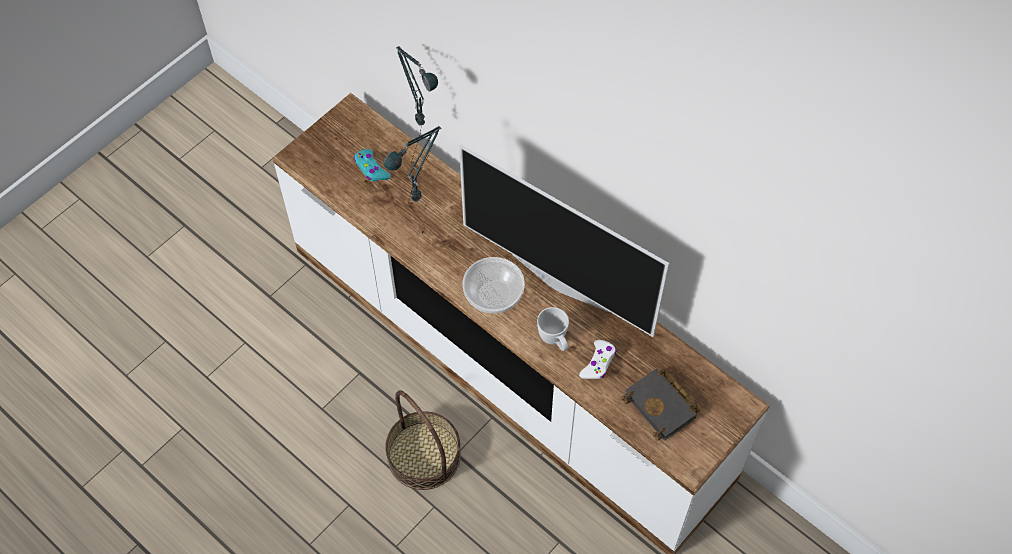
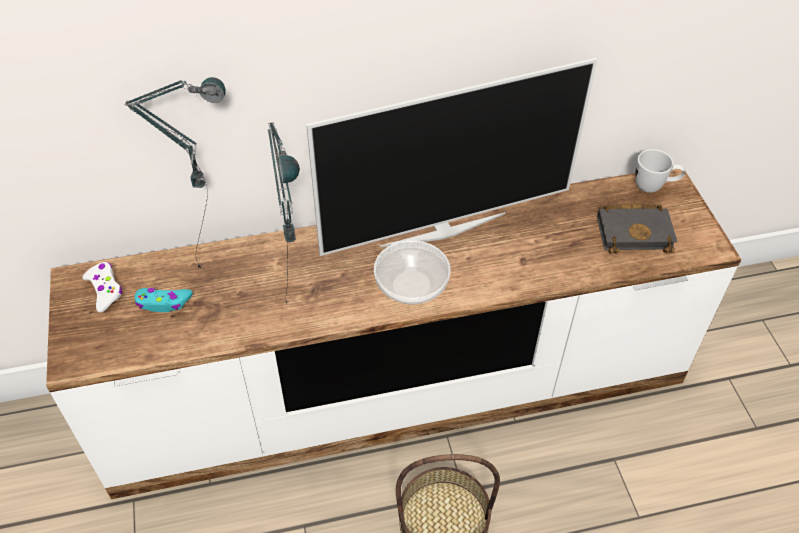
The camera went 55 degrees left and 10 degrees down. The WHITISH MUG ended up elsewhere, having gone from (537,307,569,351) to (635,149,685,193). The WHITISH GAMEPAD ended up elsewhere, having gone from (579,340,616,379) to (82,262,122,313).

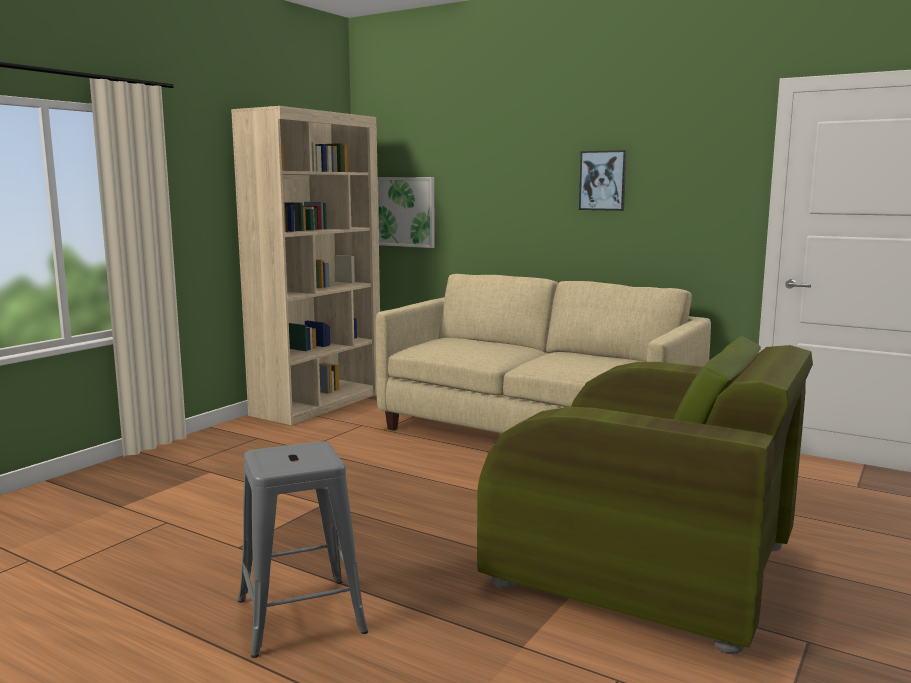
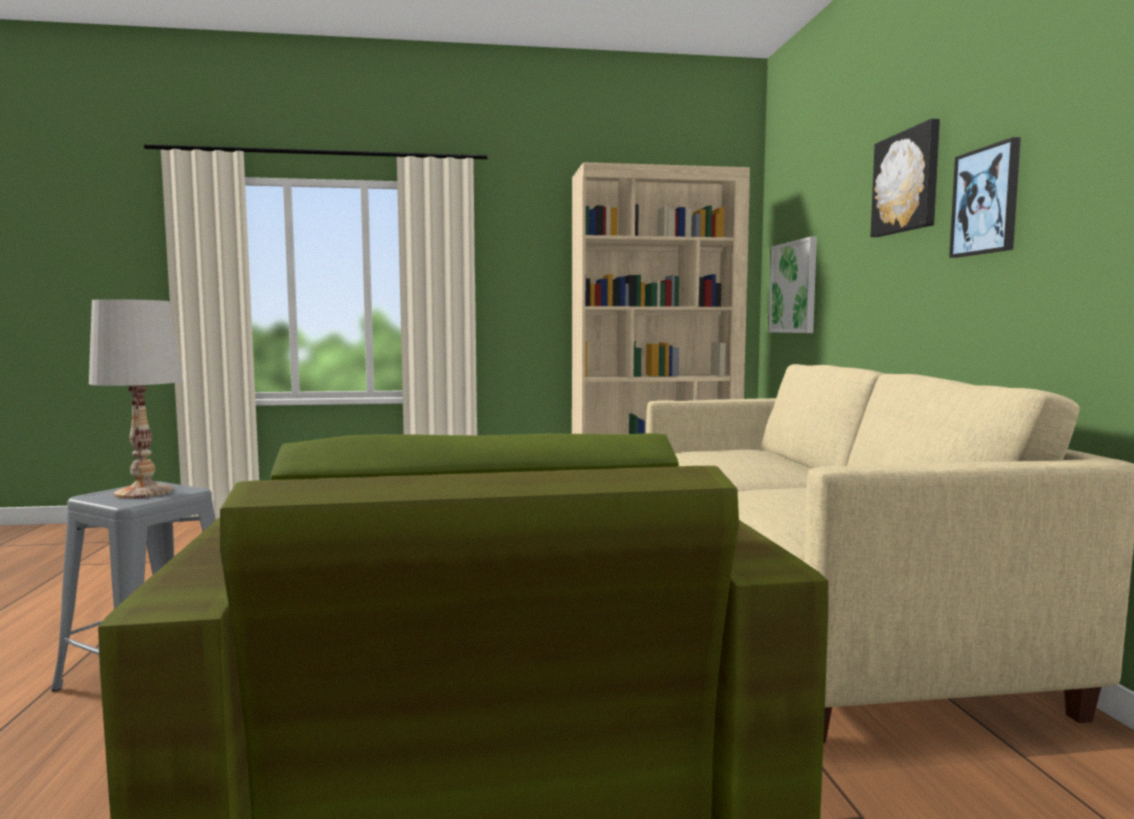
The camera went 50 degrees right and 5 degrees down. The second view gained the WHITISH TABLETOP LAMP at (89,299,182,498). The second view gained the WALL PICTURE at (871,119,940,237).

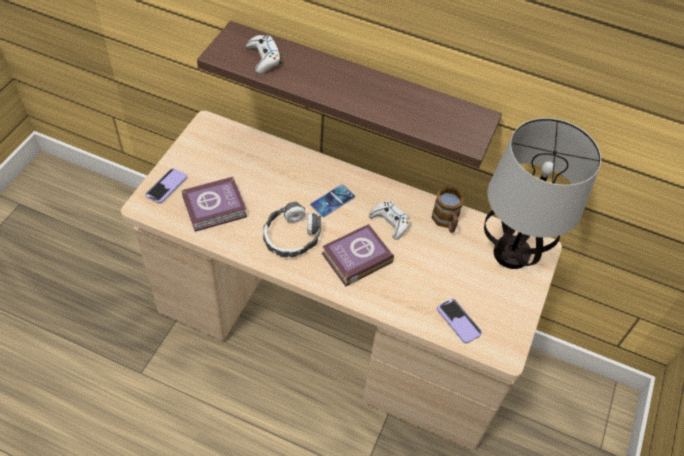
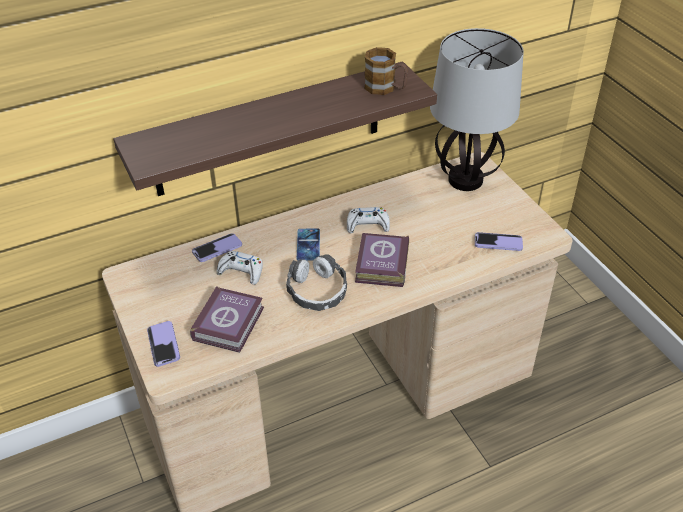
The camera went 45 degrees left and 10 degrees down. The WHITISH GAMEPAD ended up elsewhere, having gone from (246,35,281,74) to (217,251,263,285). The MUG ended up elsewhere, having gone from (432,186,464,233) to (364,47,408,95). The second view gained the HANDSET at (192,233,242,262).

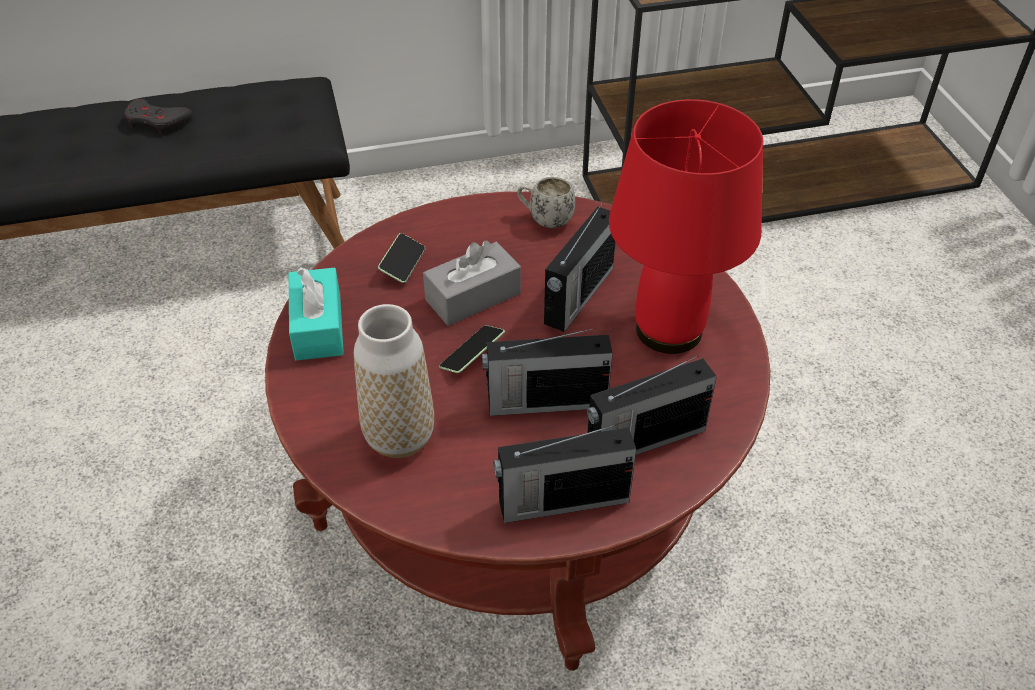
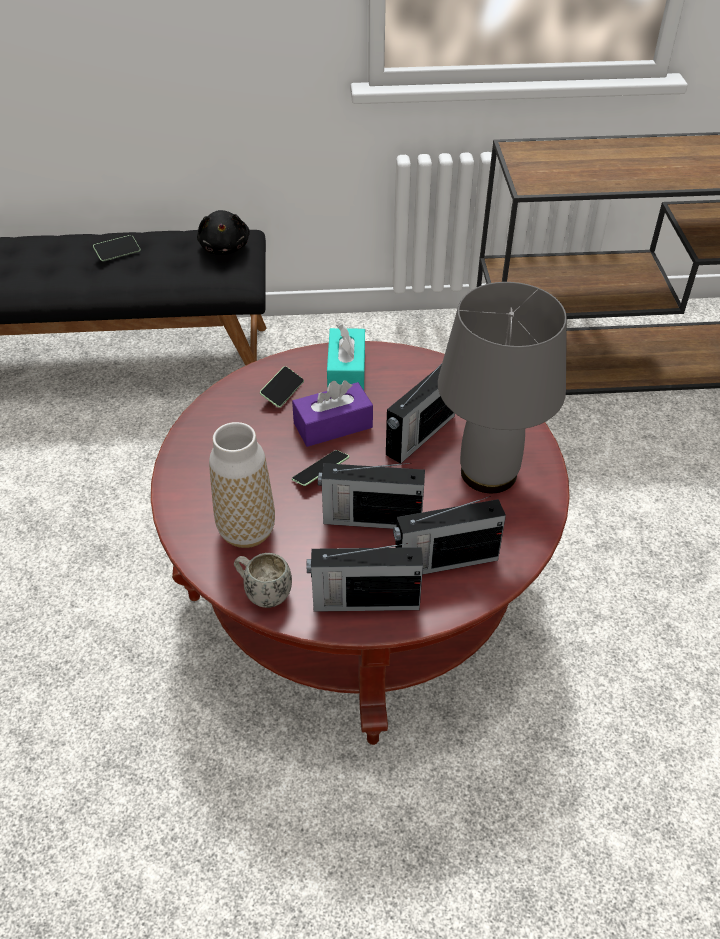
The camera went 10 degrees right and 0 degrees up. Where the GREYISH GAMEPAD stood at (125,99,193,134), the HANDSET came to stand at (93,235,140,261). The TURQUOISE TISSUE HOLDER ended up elsewhere, having gone from (289,267,344,361) to (327,324,365,390). What was the GREYISH TISSUE HOLDER at (423,240,521,326) turned into the PURPLISH TISSUE HOLDER at (292,380,373,447). The WHITISH MUG ended up elsewhere, having gone from (517,177,575,228) to (234,553,292,608). What was the RED-COLOURED TABLETOP LAMP at (609,99,763,354) turned into the GREYISH TABLETOP LAMP at (438,282,567,493). The second view gained the BLACKISH PLUSH TOY at (197,210,250,255).

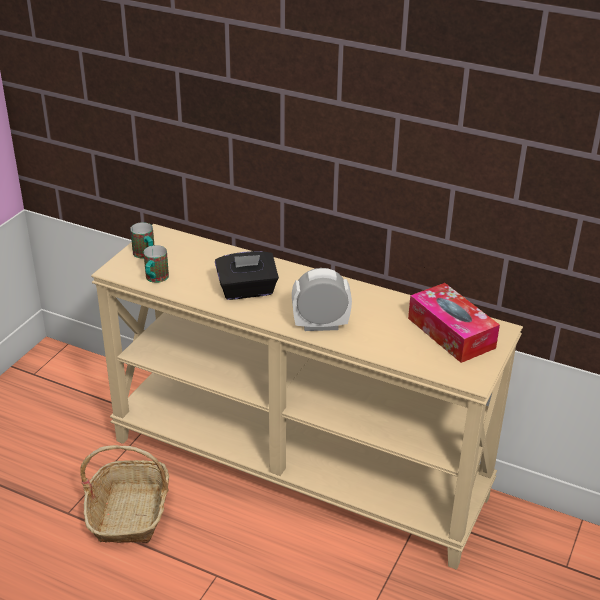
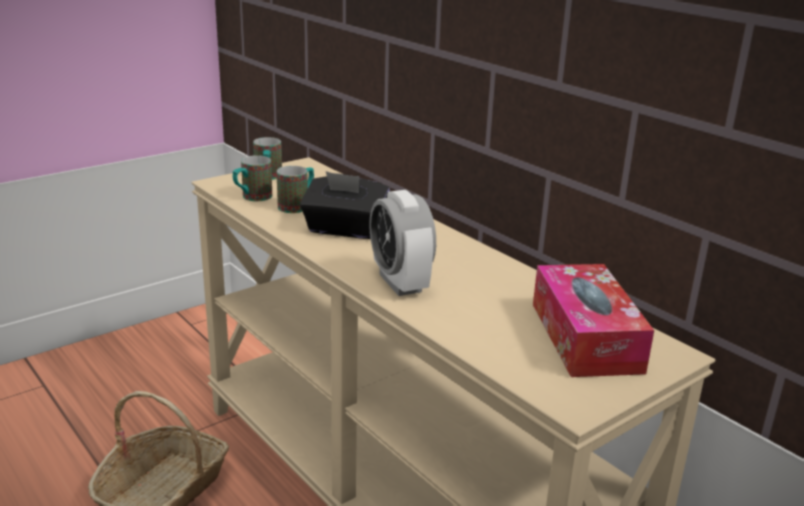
The camera went 25 degrees right and 10 degrees down. The ALARM CLOCK at (292,268,352,331) ended up facing another way, 135 degrees counterclockwise from before. The second view gained the MUG at (277,166,314,213).

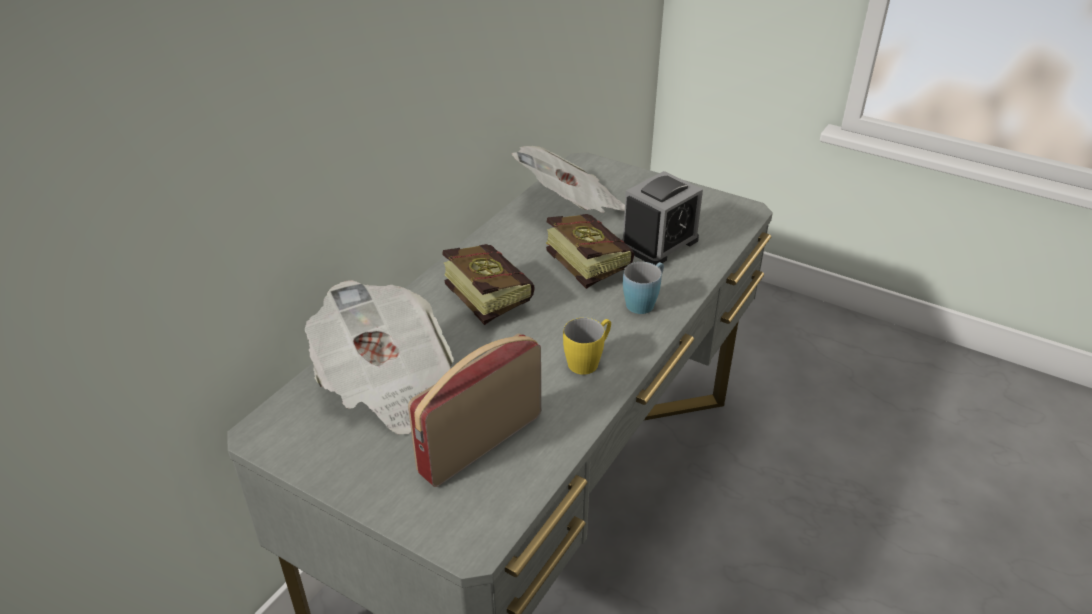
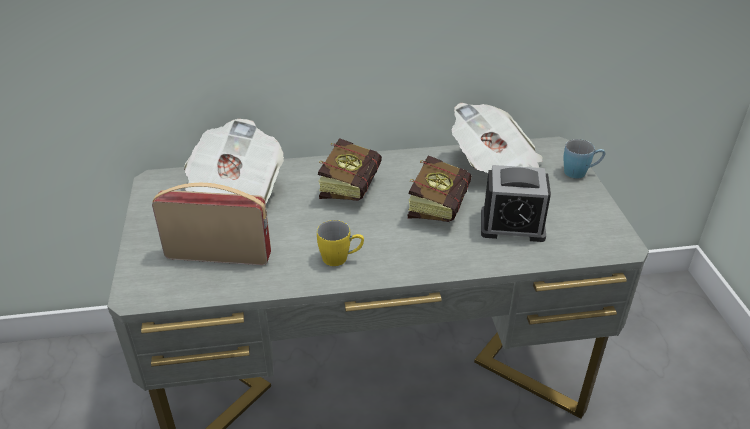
The camera went 50 degrees right and 0 degrees up. The BLUISH MUG ended up elsewhere, having gone from (623,262,664,314) to (563,139,605,179).

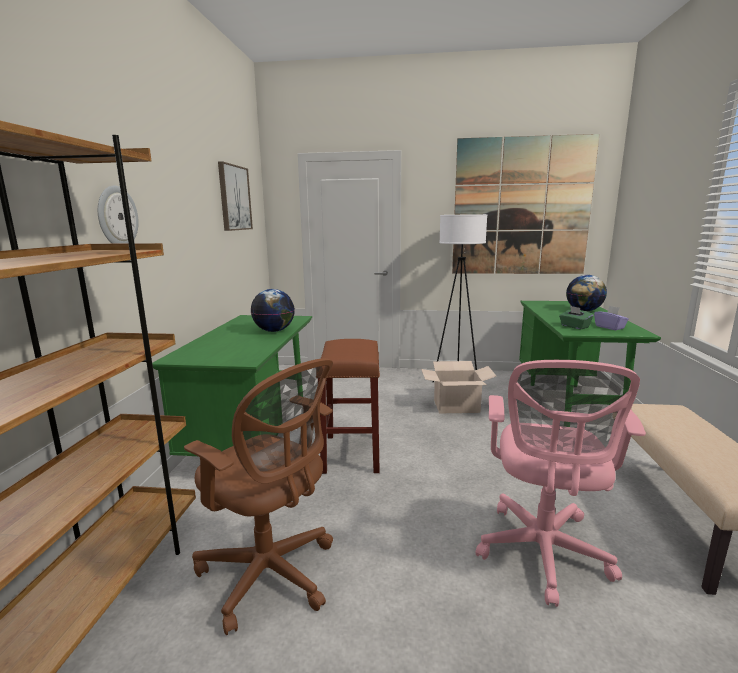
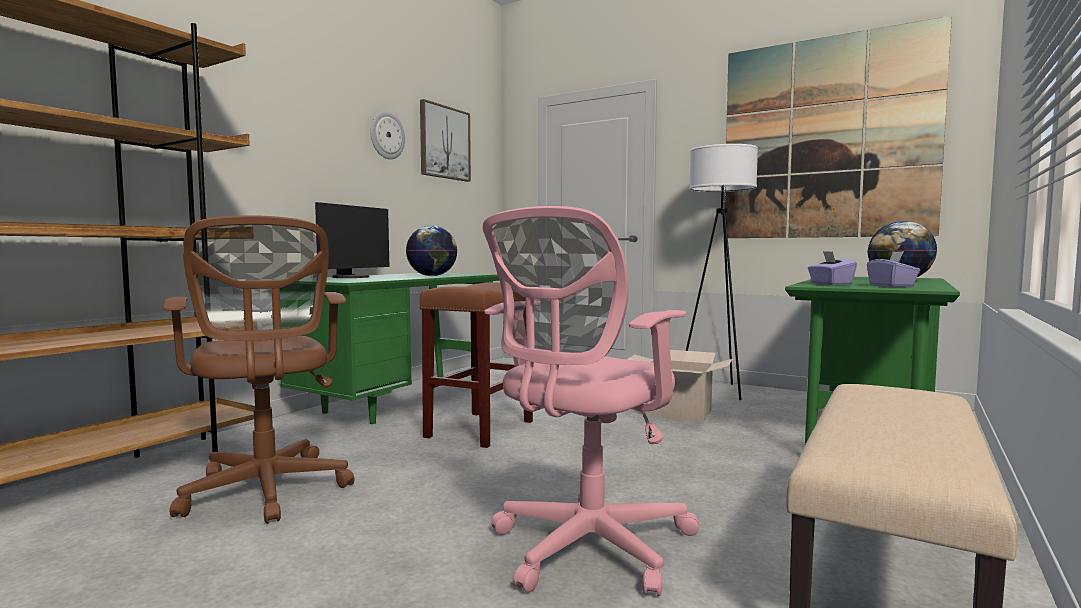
The camera went 25 degrees right and 10 degrees down. The WALL CLOCK ended up elsewhere, having gone from (98,186,139,244) to (370,111,405,159). What was the GREENISH TISSUE HOLDER at (559,306,593,329) turned into the PURPLISH TISSUE HOLDER at (808,251,857,285). The second view gained the COMPUTER DISPLAY at (315,202,389,278).

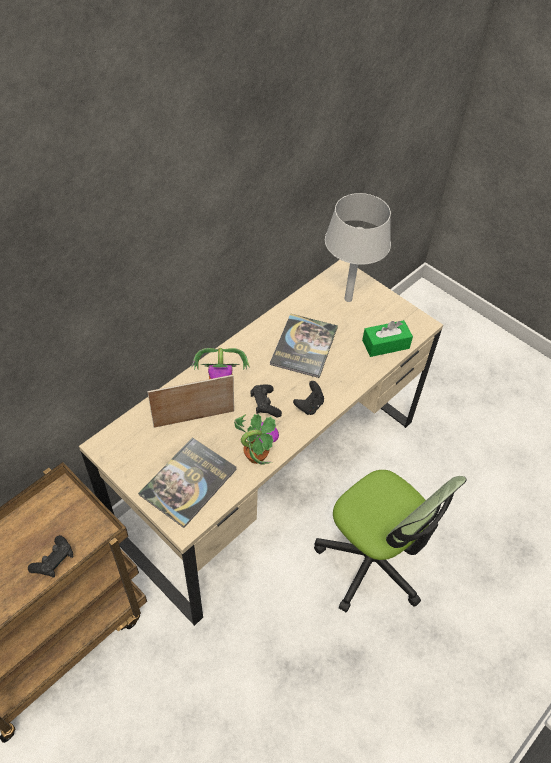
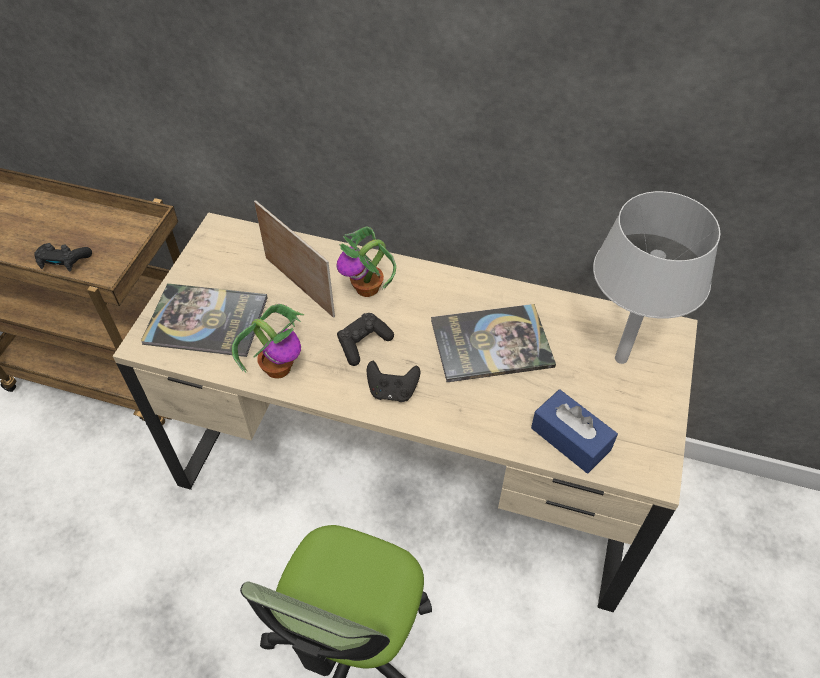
The camera went 65 degrees right and 0 degrees up. What was the GREENISH TISSUE HOLDER at (362,320,413,357) turned into the BLUISH TISSUE HOLDER at (531,389,618,473).

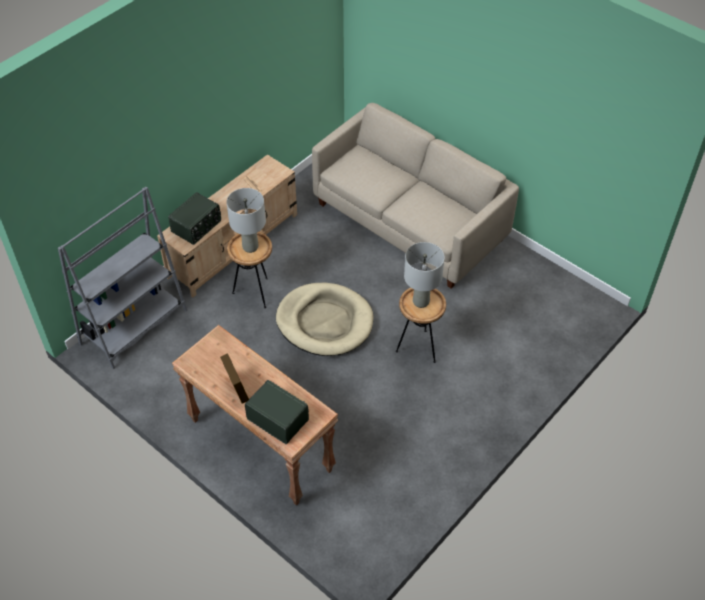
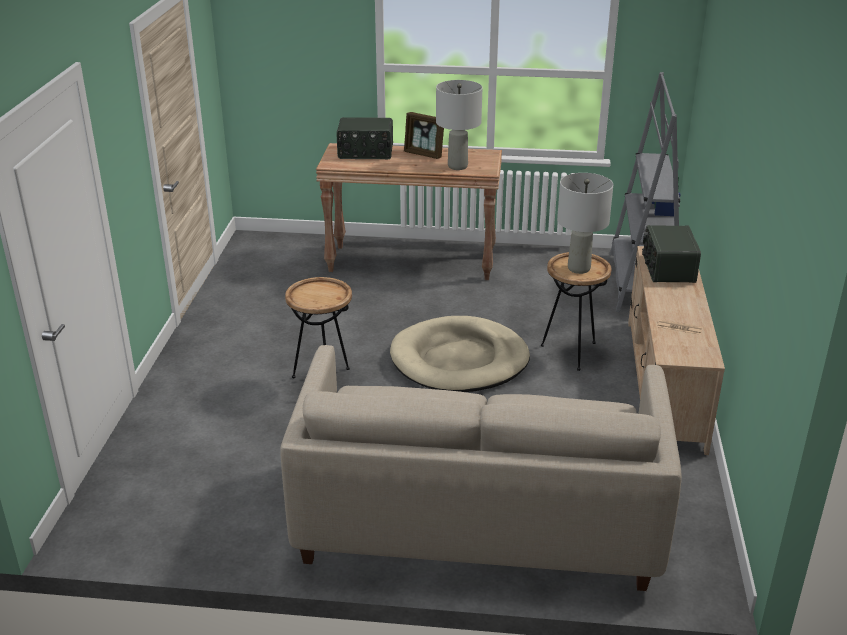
The camera went 145 degrees right and 20 degrees down. The GREYISH TABLETOP LAMP ended up elsewhere, having gone from (404,242,445,308) to (436,80,483,170).

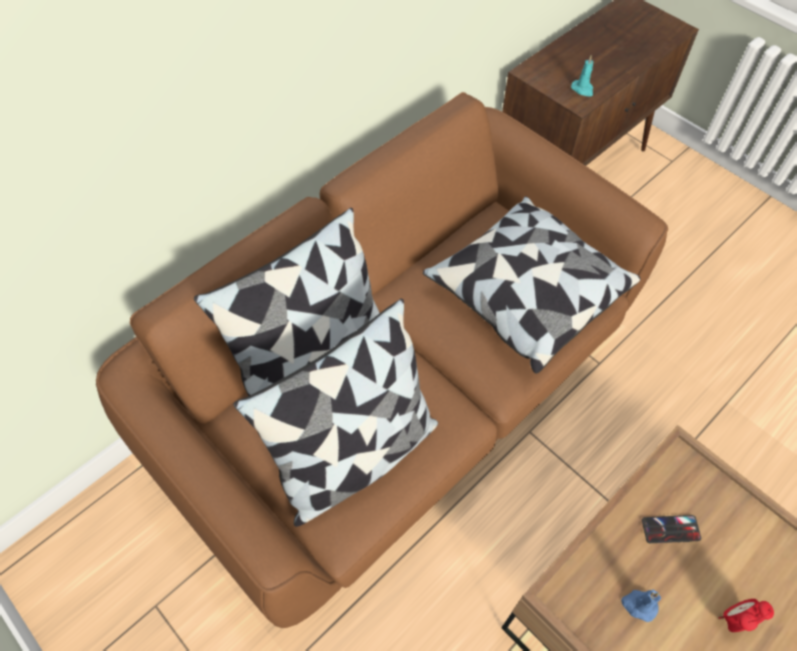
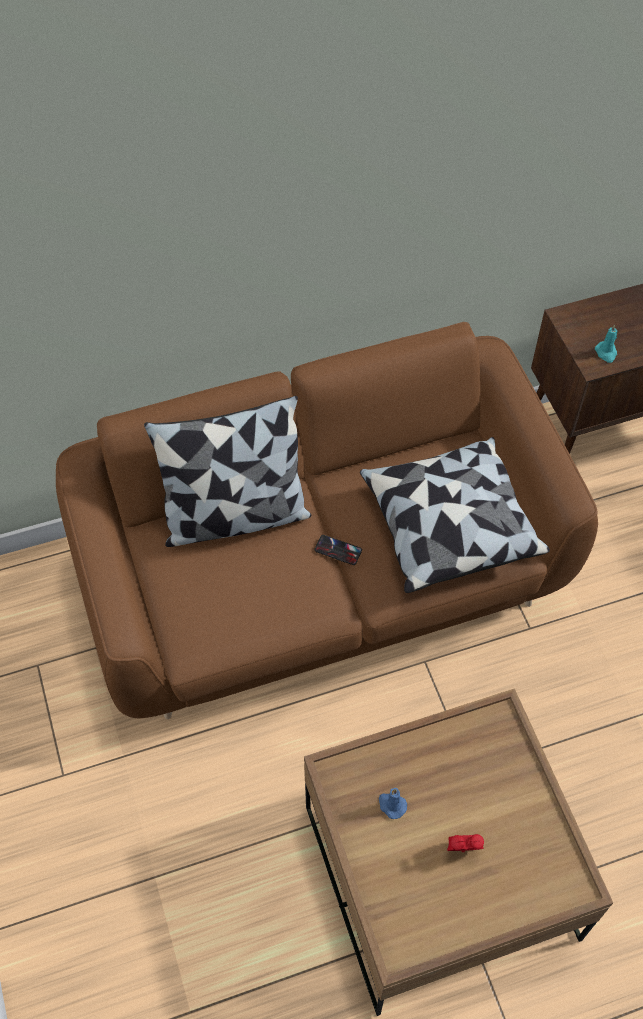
The camera went 25 degrees right and 0 degrees up. The second view lost the THROW PILLOW at (233,299,438,527). The HANDSET ended up elsewhere, having gone from (642,515,701,543) to (314,535,362,565).

